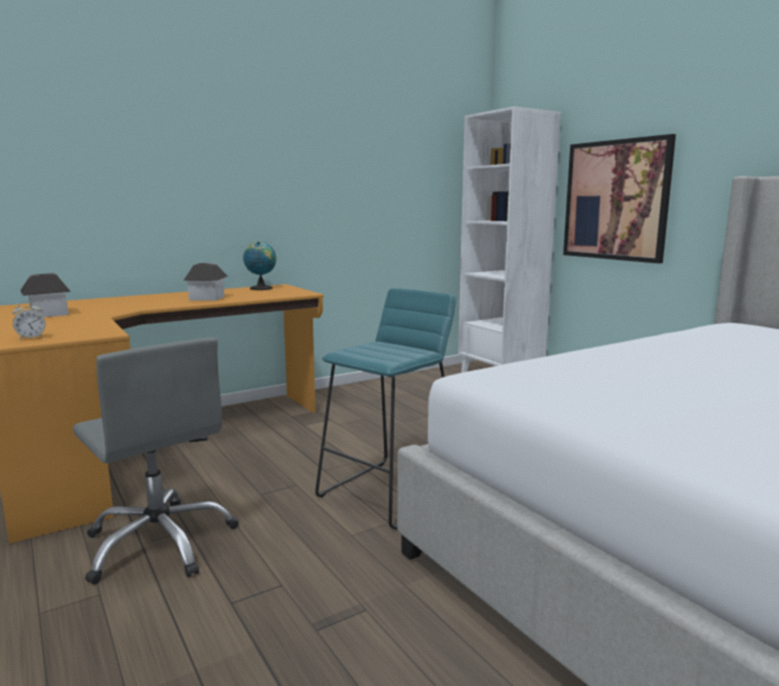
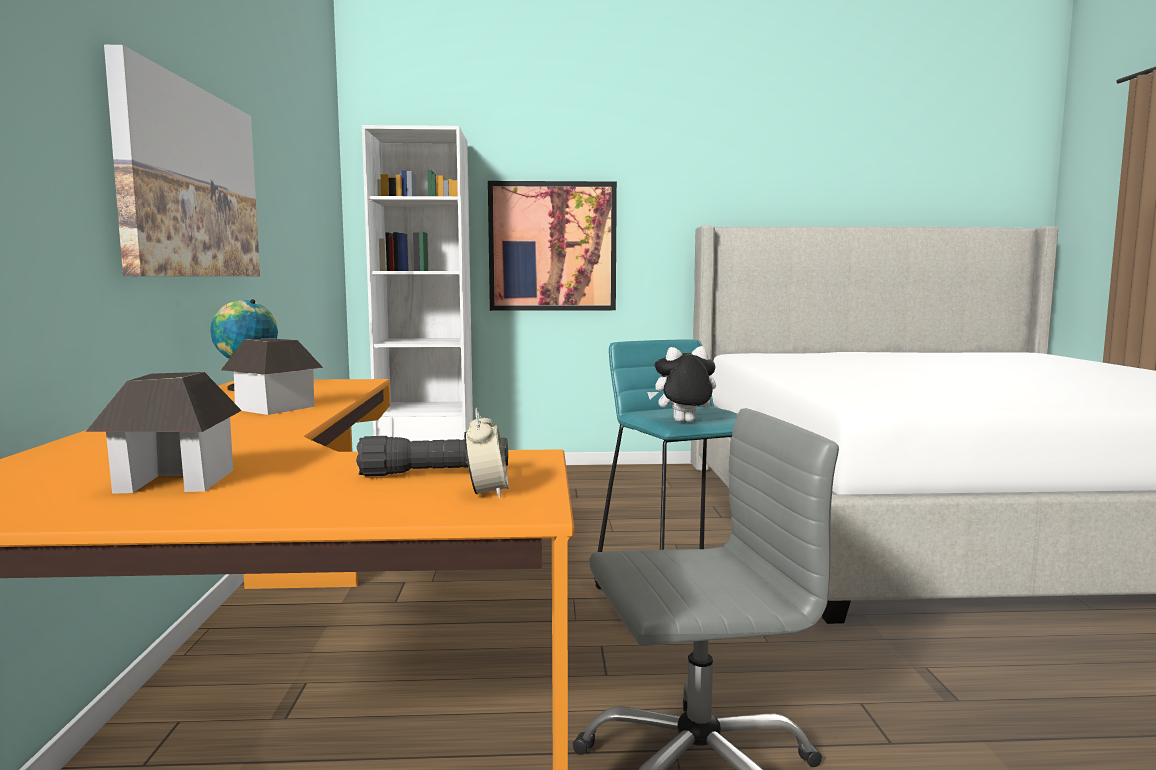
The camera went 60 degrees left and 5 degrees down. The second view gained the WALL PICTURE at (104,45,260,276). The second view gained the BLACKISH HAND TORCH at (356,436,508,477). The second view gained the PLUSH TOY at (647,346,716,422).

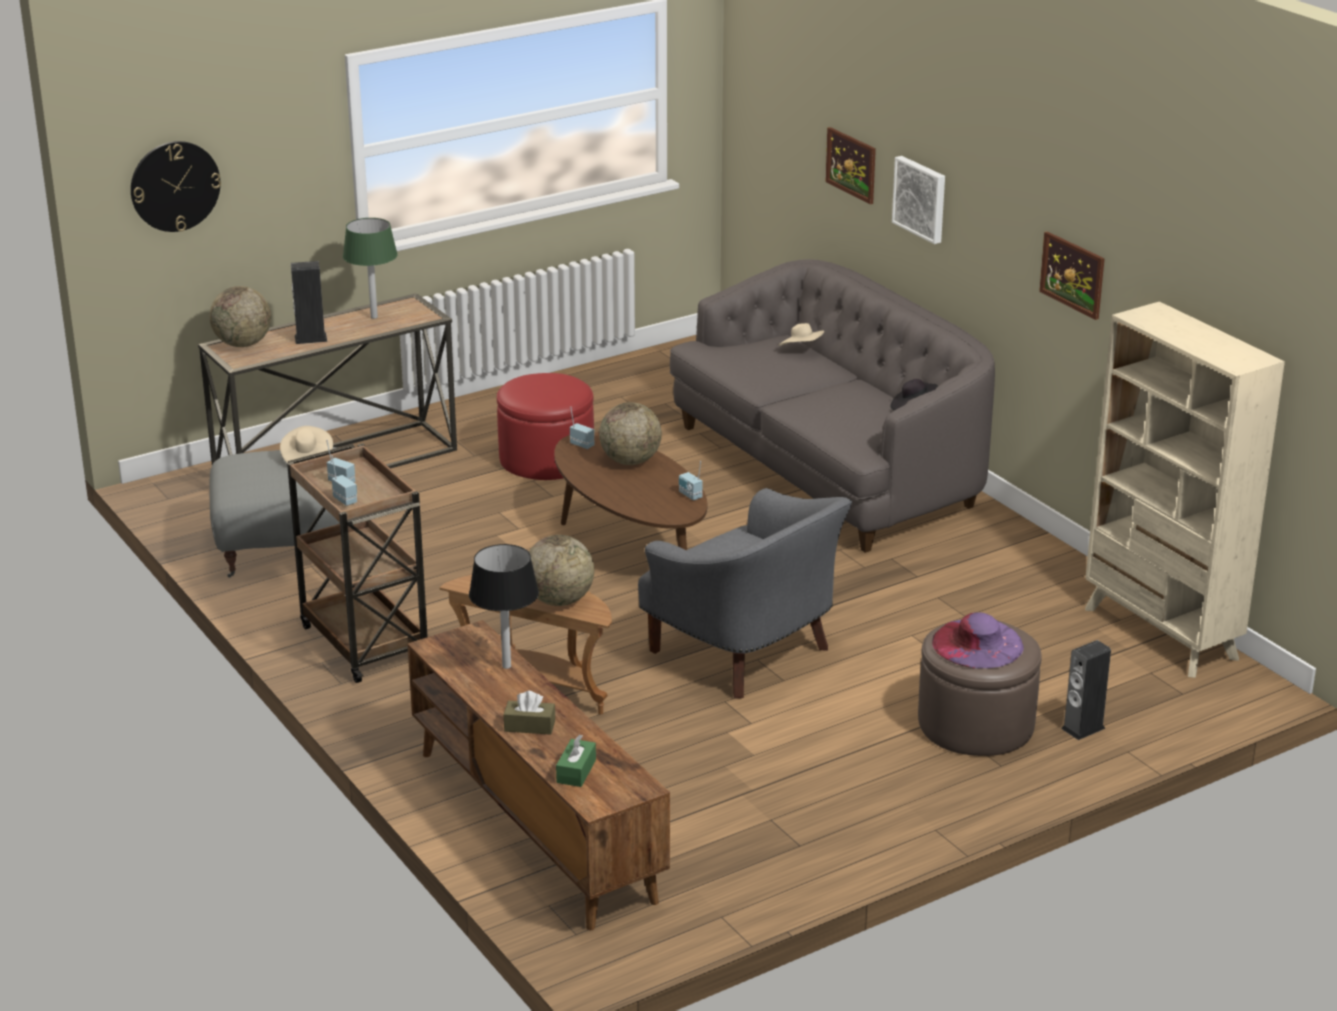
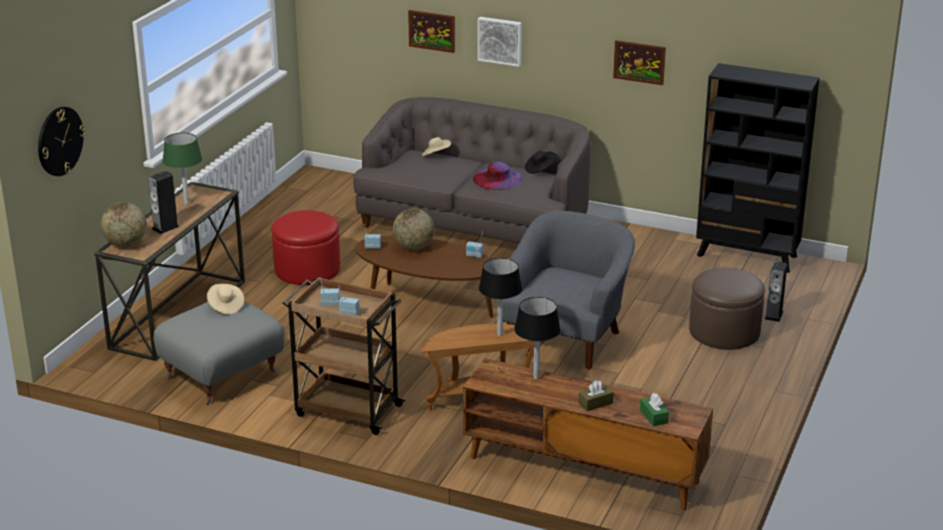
The camera went 35 degrees left and 0 degrees up. Where the GLOBE stood at (529,535,594,606), the BLACKISH TABLETOP LAMP came to stand at (479,258,522,336). The GREYISH EASY CHAIR at (638,488,852,699) ended up facing another way, 75 degrees counterclockwise from before. The PURPLISH HAT ended up elsewhere, having gone from (932,612,1024,668) to (473,162,522,190). What was the SAND-COLOURED SHELVING UNIT at (1085,301,1285,678) turned into the BLACKISH SHELVING UNIT at (696,63,820,273).

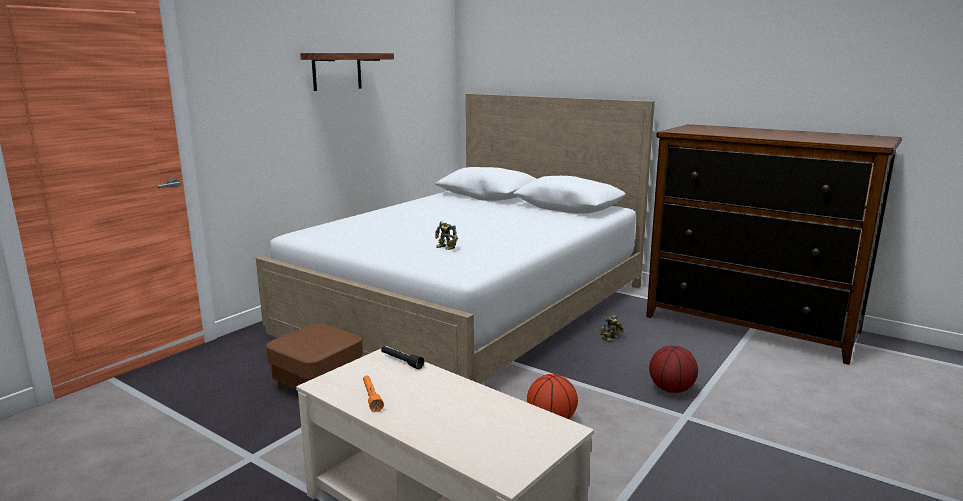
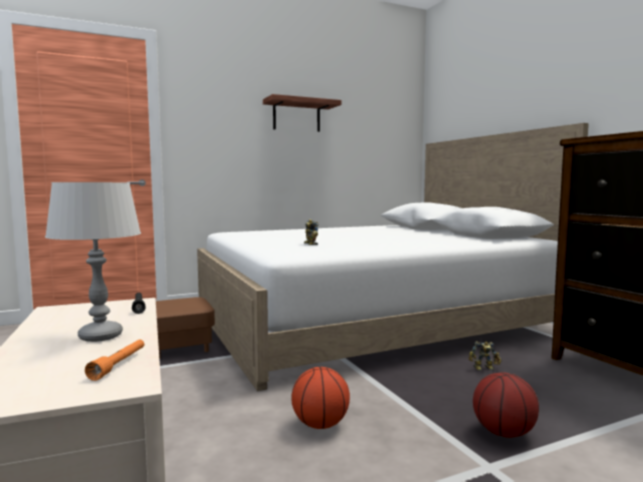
The camera went 30 degrees right and 10 degrees down. The ORANGEY HAND TORCH ended up elsewhere, having gone from (363,375,384,412) to (85,339,144,381). The second view gained the GREYISH TABLETOP LAMP at (45,182,141,342).

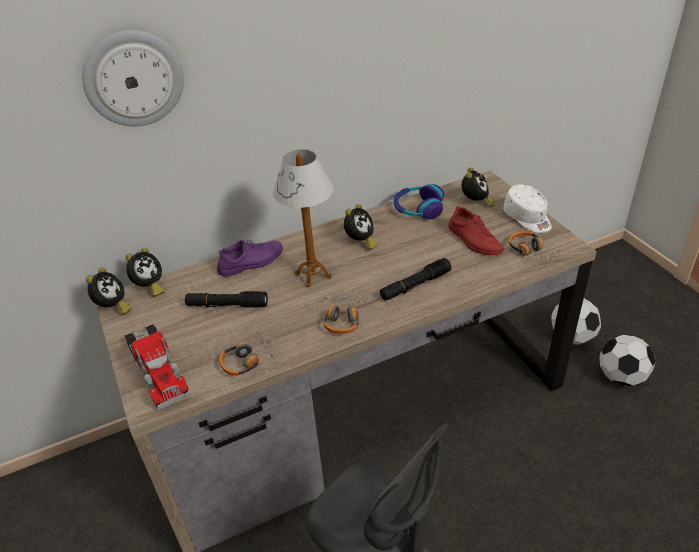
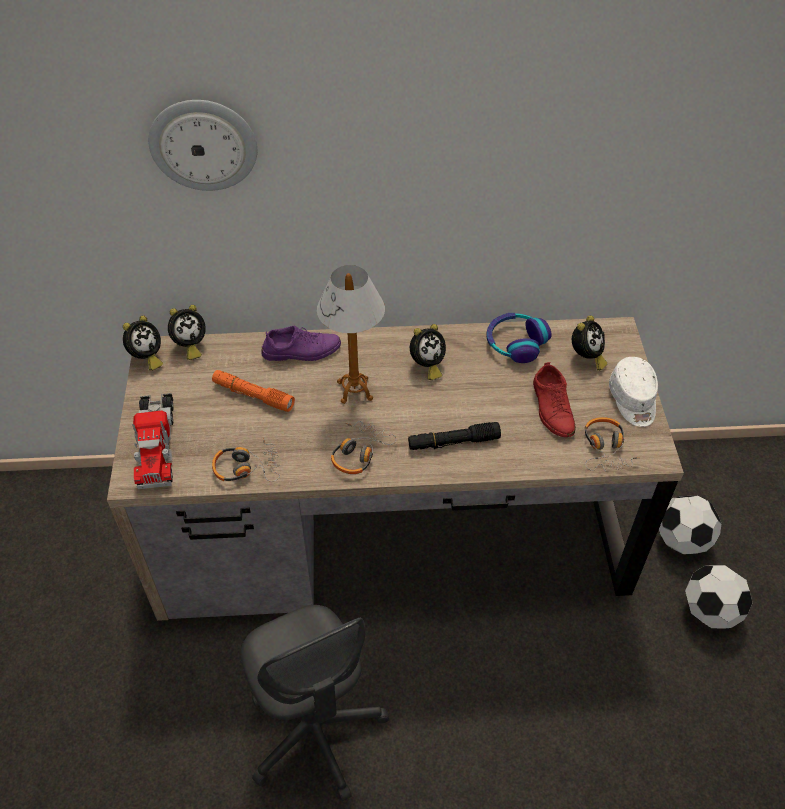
The camera went 20 degrees right and 10 degrees up. What was the BLACKISH HAND TORCH at (185,291,268,308) turned into the ORANGEY HAND TORCH at (212,370,295,412).

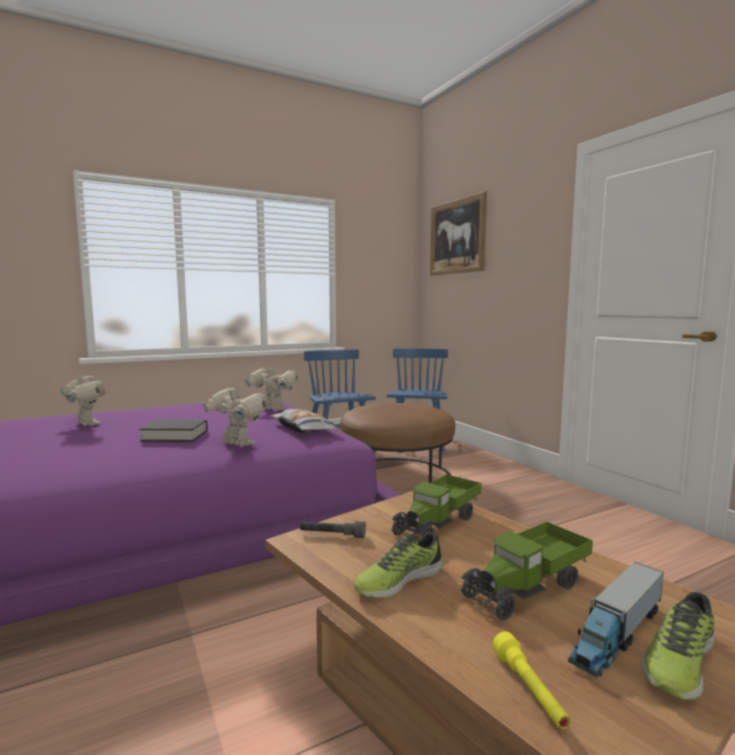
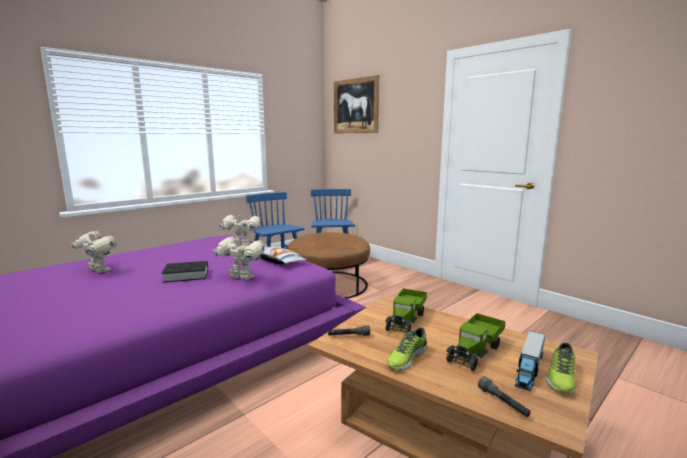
The camera went 15 degrees left and 5 degrees up. What was the YELLOW-COLOURED HAND TORCH at (492,631,570,729) turned into the GREYISH HAND TORCH at (478,377,531,417).

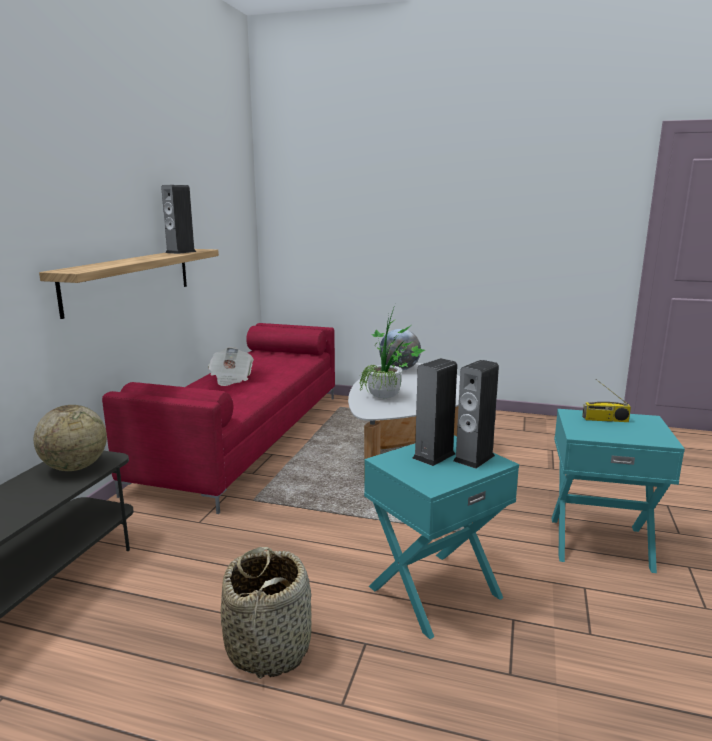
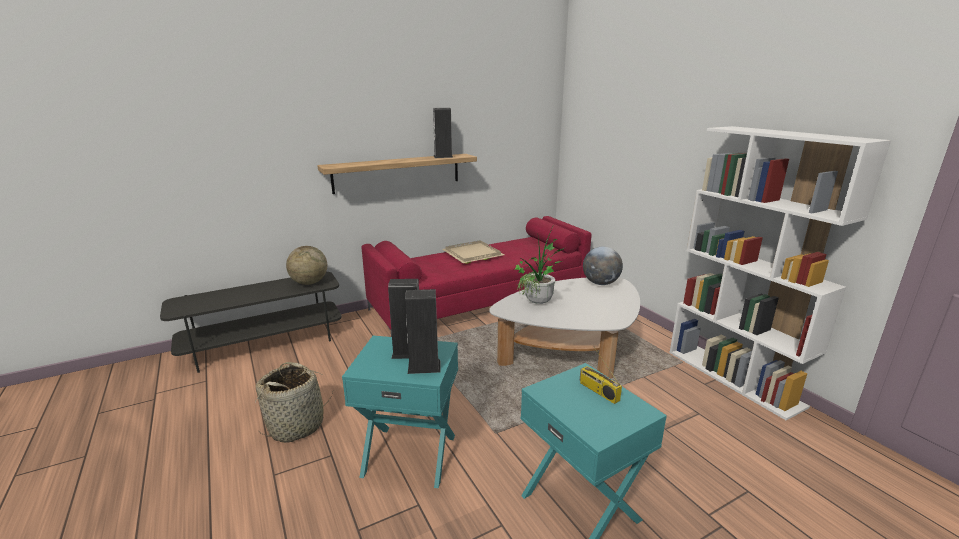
The camera went 45 degrees right and 5 degrees up. Where the NEWSPAPER stood at (208,347,254,386), the SAND-COLOURED CARRYING TRAY came to stand at (442,240,504,264). The second view gained the WHITISH SHELVING UNIT at (669,126,891,420).

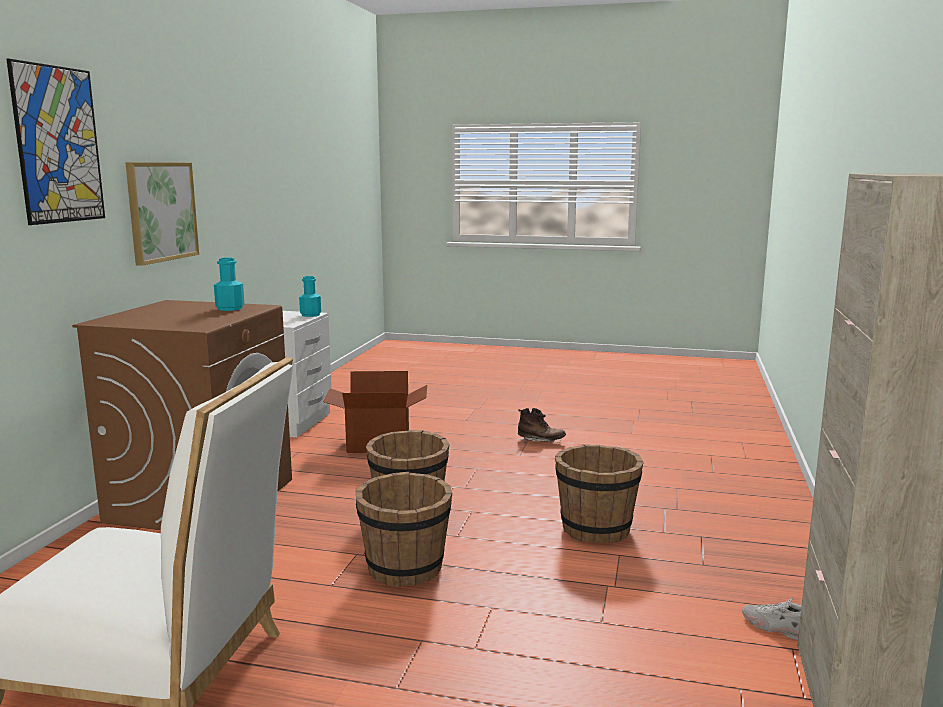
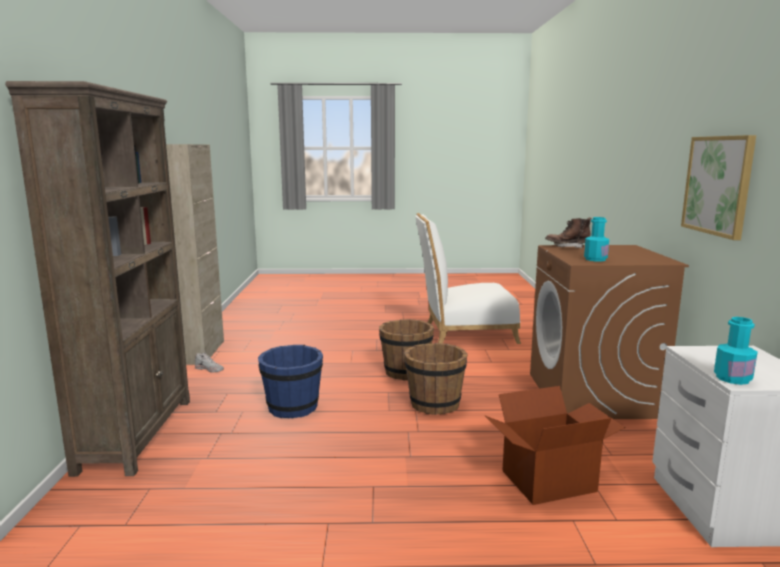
The camera went 165 degrees right and 0 degrees up. The second view lost the WALL PICTURE at (6,59,105,225). The BROWN-COLOURED TALL BOOT ended up elsewhere, having gone from (518,408,566,442) to (545,218,592,248). What was the BROWN-COLOURED PAIL at (555,445,644,543) turned into the BLUISH PAIL at (258,345,323,418). The second view gained the BROWN-COLOURED SHELVING UNIT at (5,81,190,477).

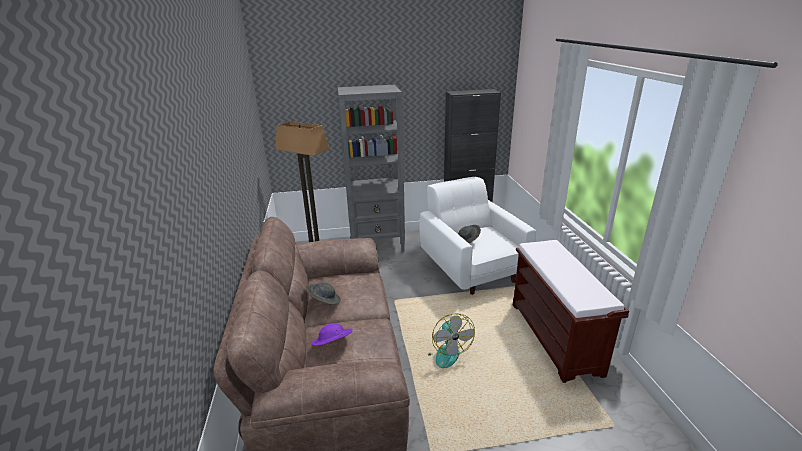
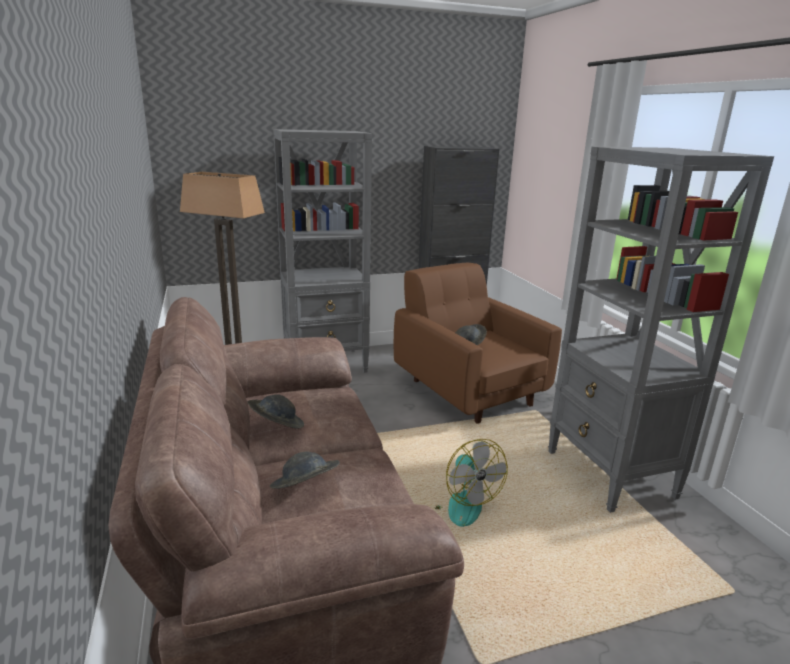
The camera went 10 degrees left and 5 degrees down. What was the PURPLISH HAT at (311,323,353,346) turned into the GREYISH HAT at (270,451,340,489). What was the WHITISH EASY CHAIR at (420,177,536,295) turned into the BROWN-COLOURED EASY CHAIR at (394,263,562,424). Where the BROWN-COLOURED LONG SEAT stood at (513,240,629,383), the GREYISH SHELVING UNIT came to stand at (548,147,774,513).

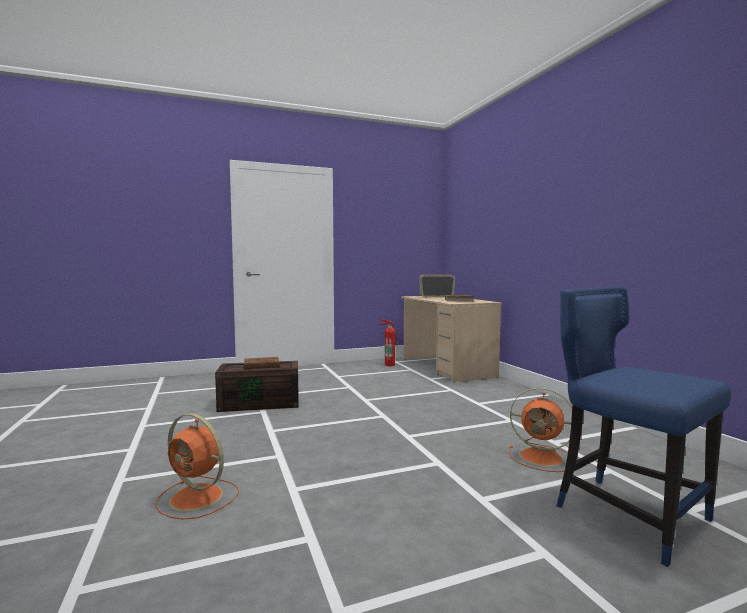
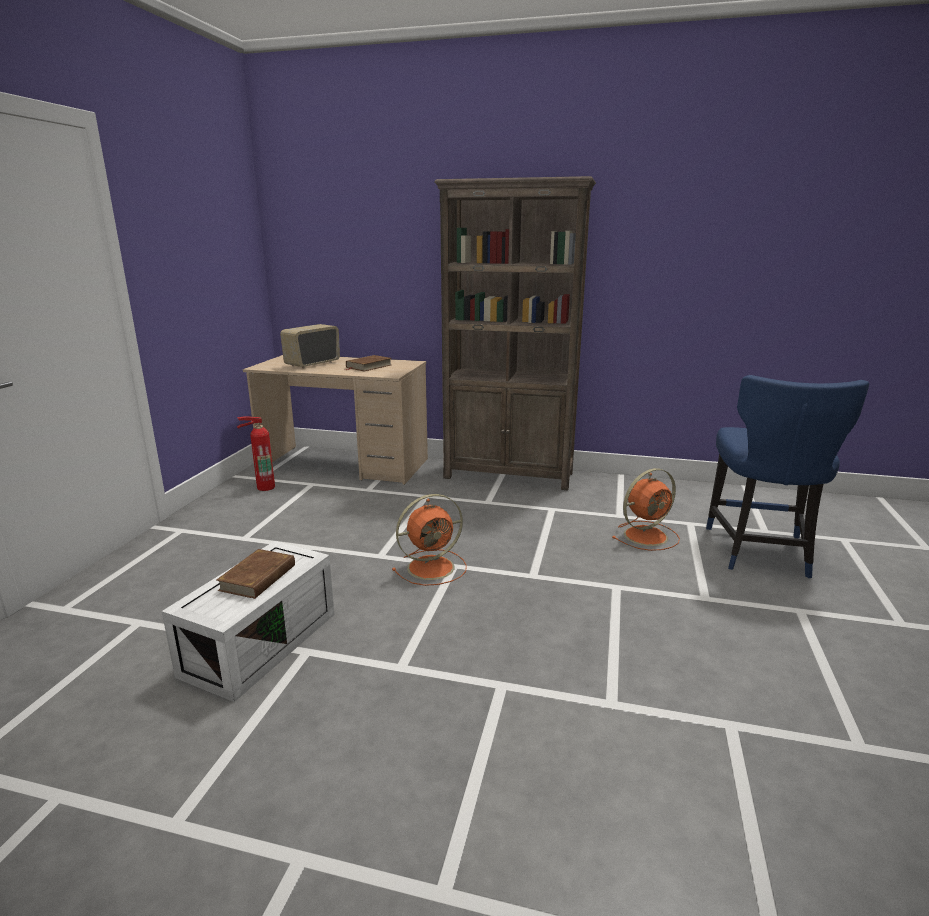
The camera went 55 degrees left and 15 degrees up. The ORANGEY ELECTRIC FAN ended up elsewhere, having gone from (155,413,239,520) to (392,494,467,586). What was the BROWN-COLOURED STORAGE CONTAINER at (215,361,298,412) turned into the WHITISH STORAGE CONTAINER at (162,541,334,702). The BLUISH UPRIGHT CHAIR at (556,287,731,567) ended up facing another way, 75 degrees counterclockwise from before. The second view gained the BROWN-COLOURED SHELVING UNIT at (434,176,596,490).

